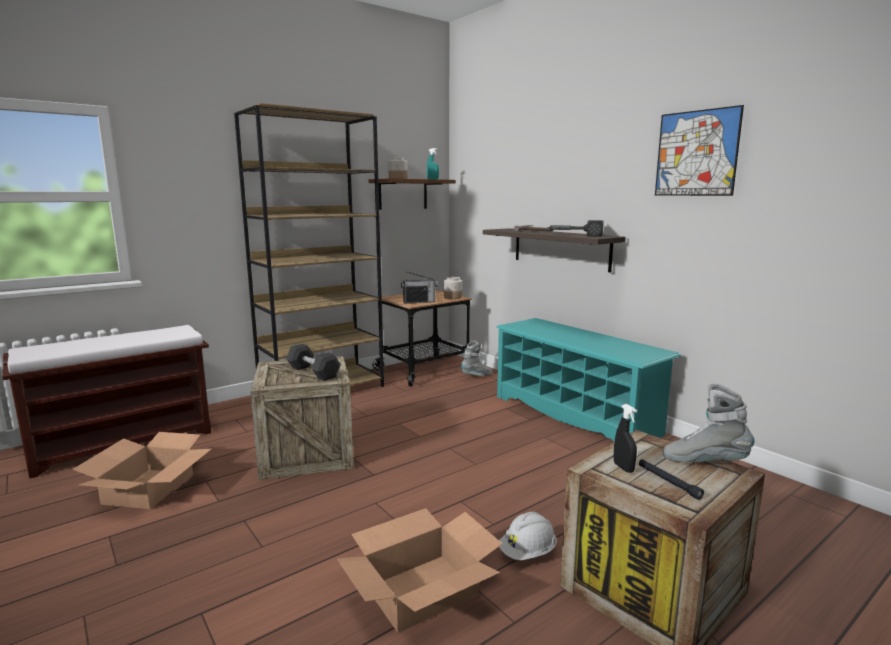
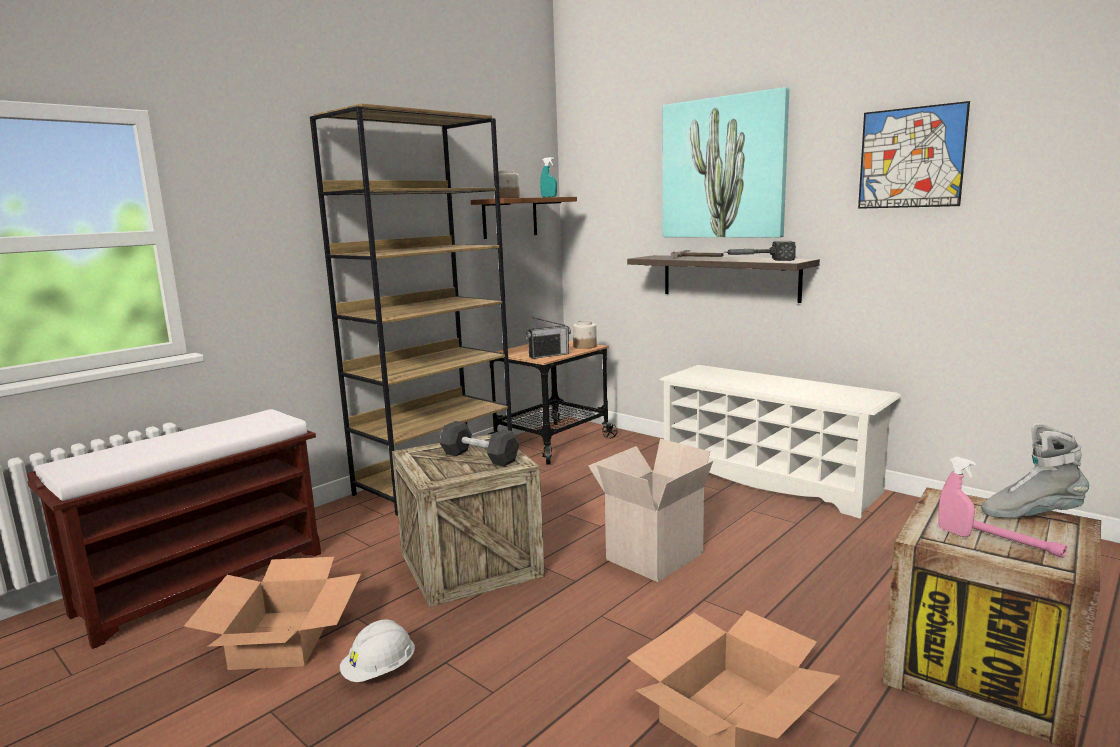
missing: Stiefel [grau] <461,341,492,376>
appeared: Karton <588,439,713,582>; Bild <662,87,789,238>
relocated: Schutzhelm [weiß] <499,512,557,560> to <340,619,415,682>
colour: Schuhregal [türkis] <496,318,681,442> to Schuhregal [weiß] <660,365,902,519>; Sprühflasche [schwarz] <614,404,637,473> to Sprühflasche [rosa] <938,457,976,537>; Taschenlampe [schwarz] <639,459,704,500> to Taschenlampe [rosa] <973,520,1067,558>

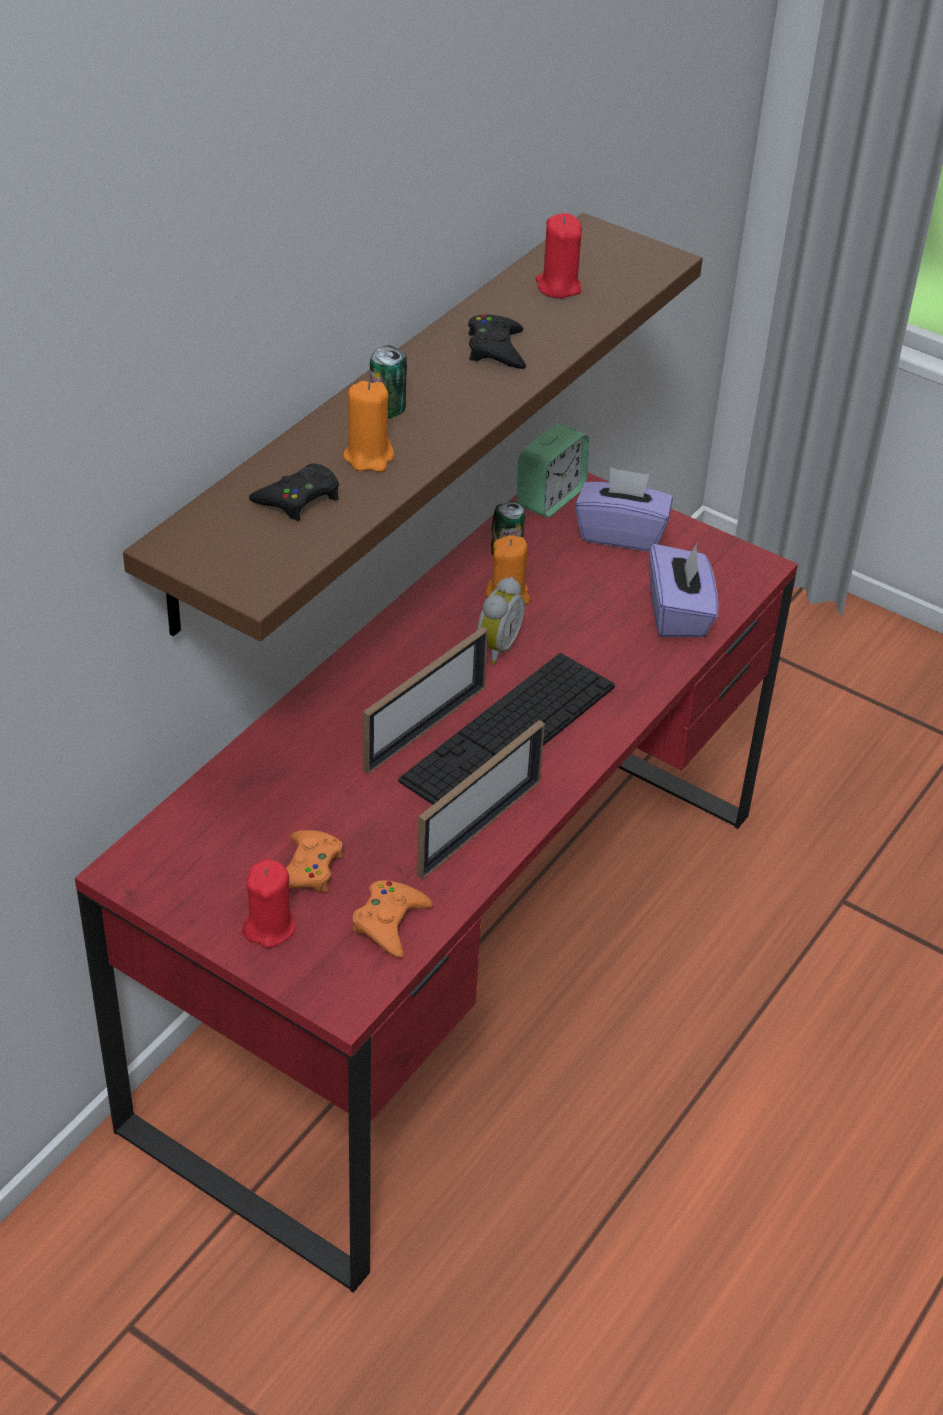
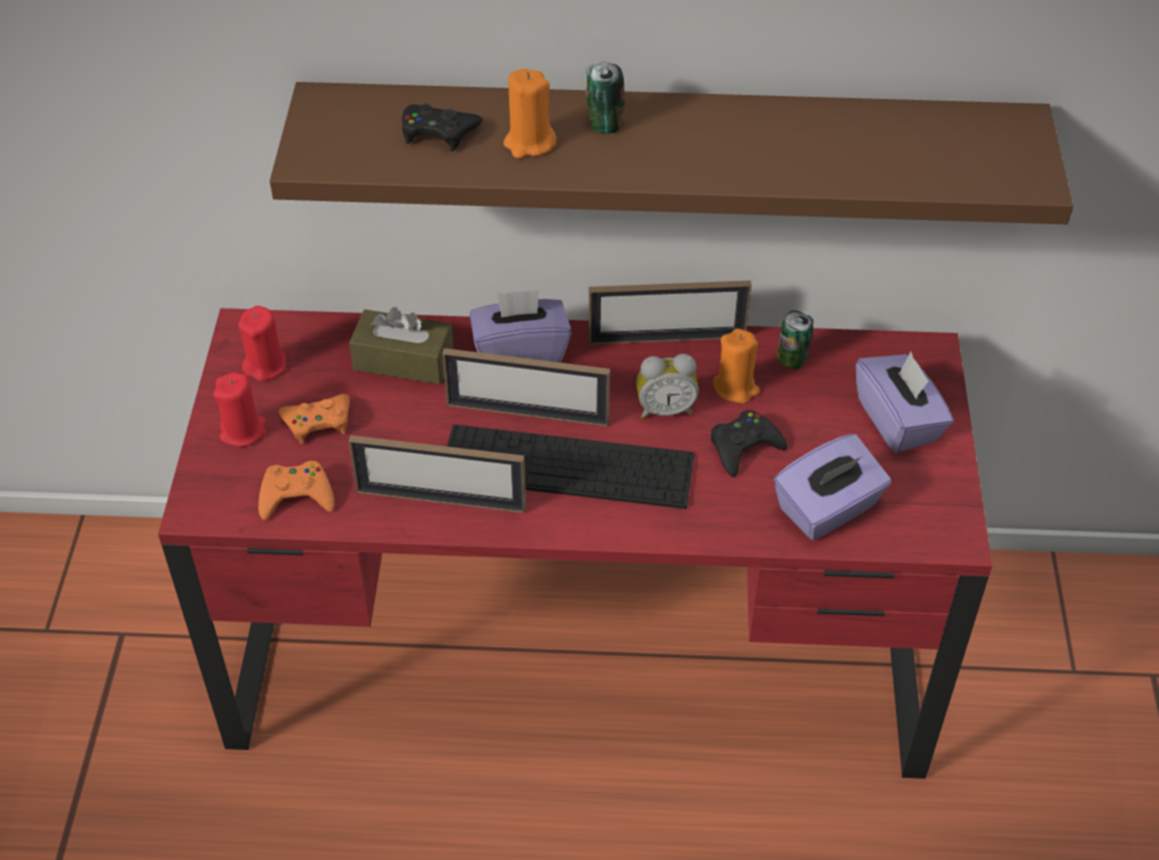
missing: Wecker <517,424,589,518>
appeared: Taschentuchbox [braun] <349,307,454,384>; Taschentuchbox [lila] <470,290,572,362>; Bilderrahmen <589,281,751,345>
relocated: Kerze [rot] <536,213,582,298> to <238,306,287,381>; Gamepad [schwarz] <468,314,526,369> to <711,410,788,477>

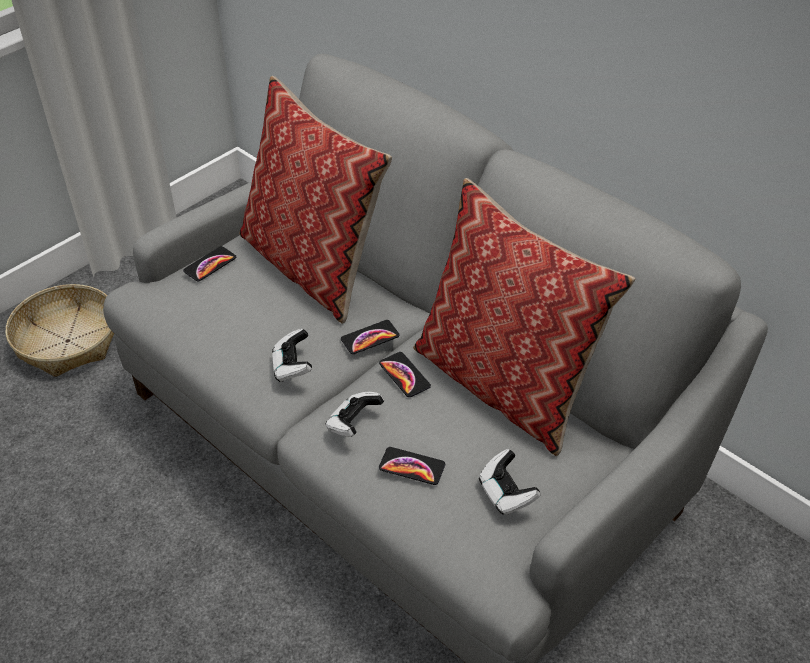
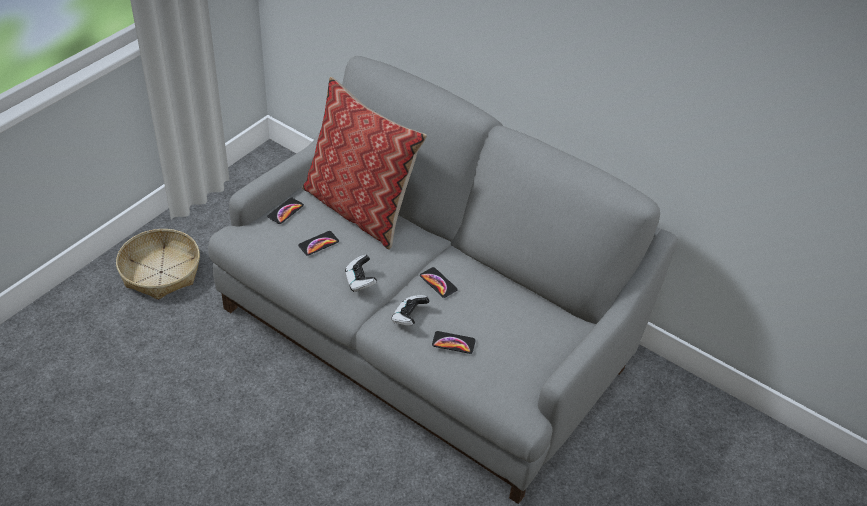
missing: Kissen <413,178,636,456>; Gamepad <479,449,540,515>
relocated: Handy <341,320,400,354> to <298,231,339,256>

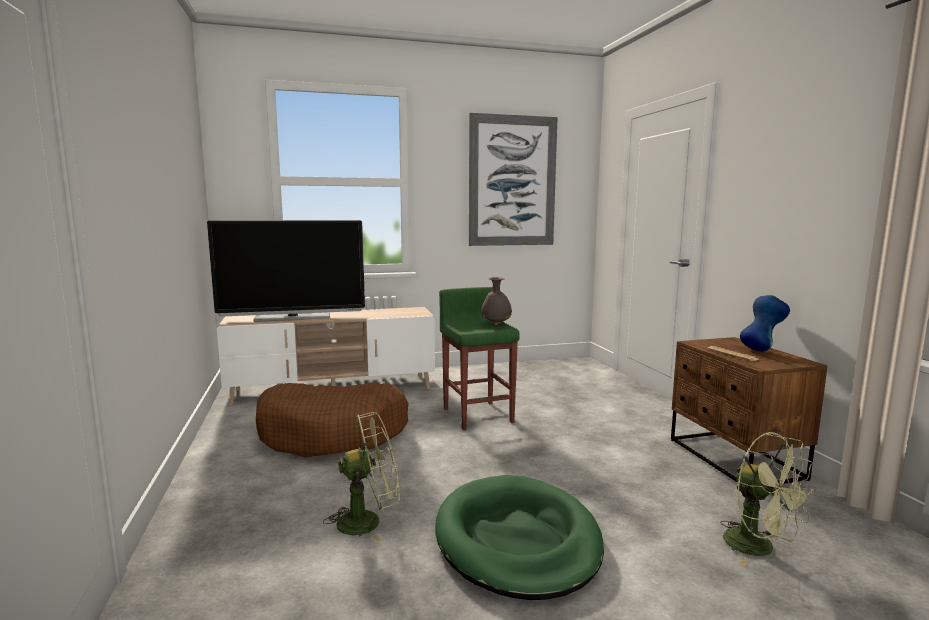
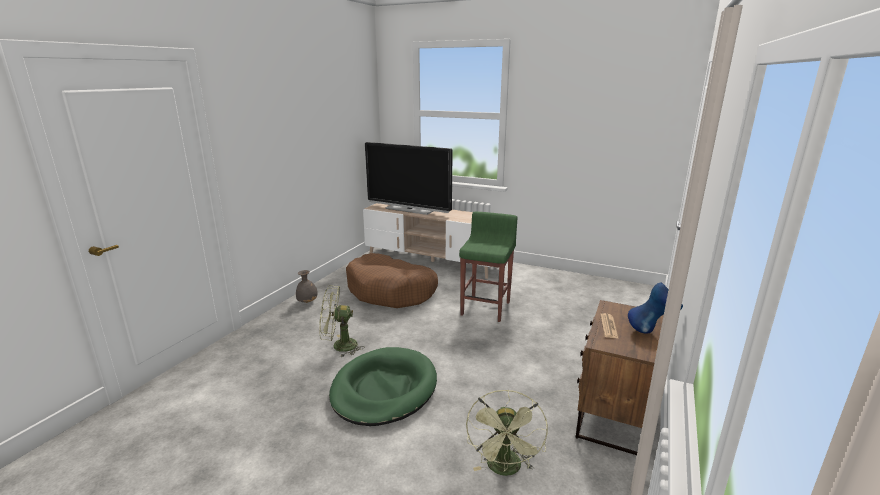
missing: Bild <469,113,558,246>
relocated: Vase [grau] <481,277,512,325> to <296,270,318,303>
spun: Ventilator [grün] <323,412,400,542> = <319,285,364,357> 150 degrees clockwise

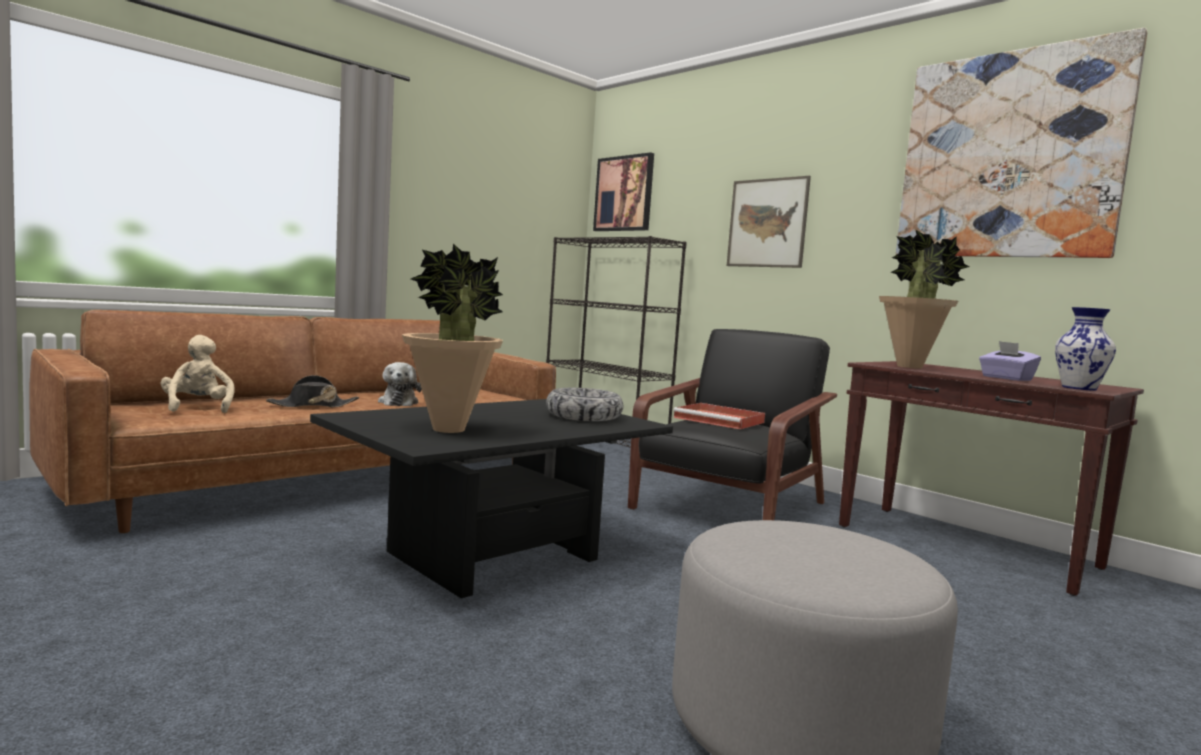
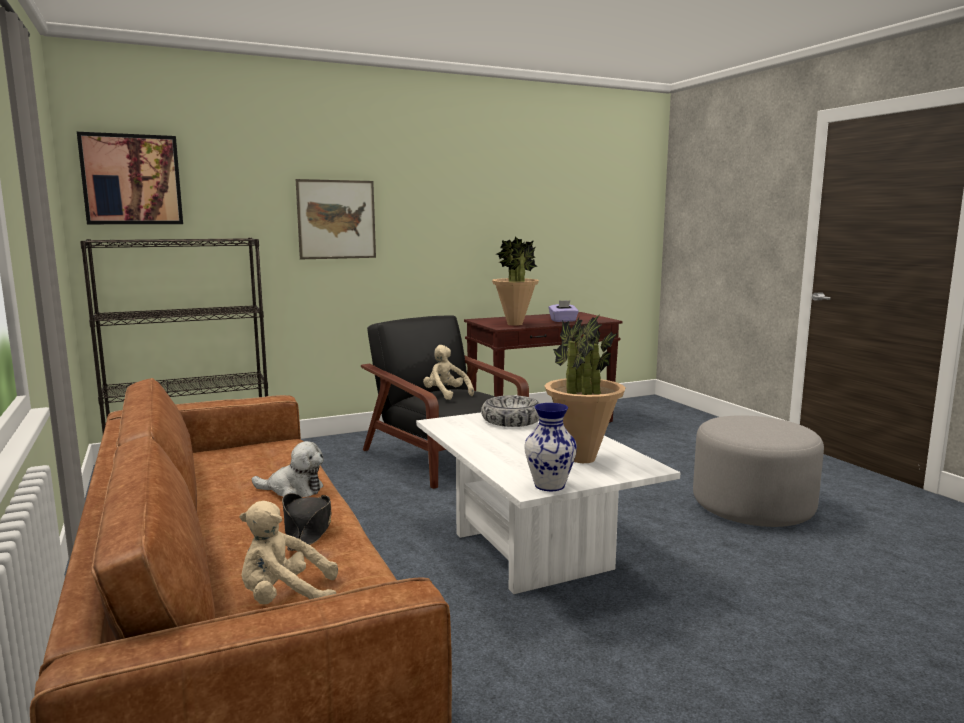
missing: Bild <896,28,1147,258>
relocated: Vase <1055,307,1116,391> to <524,403,577,491>
exchanged: Tablett [rot] <673,403,765,429> to Plüschtier [beige] <423,345,474,400>
colour: Couchtisch [schwarz] <310,399,673,598> to Couchtisch [weiß] <416,413,680,594>

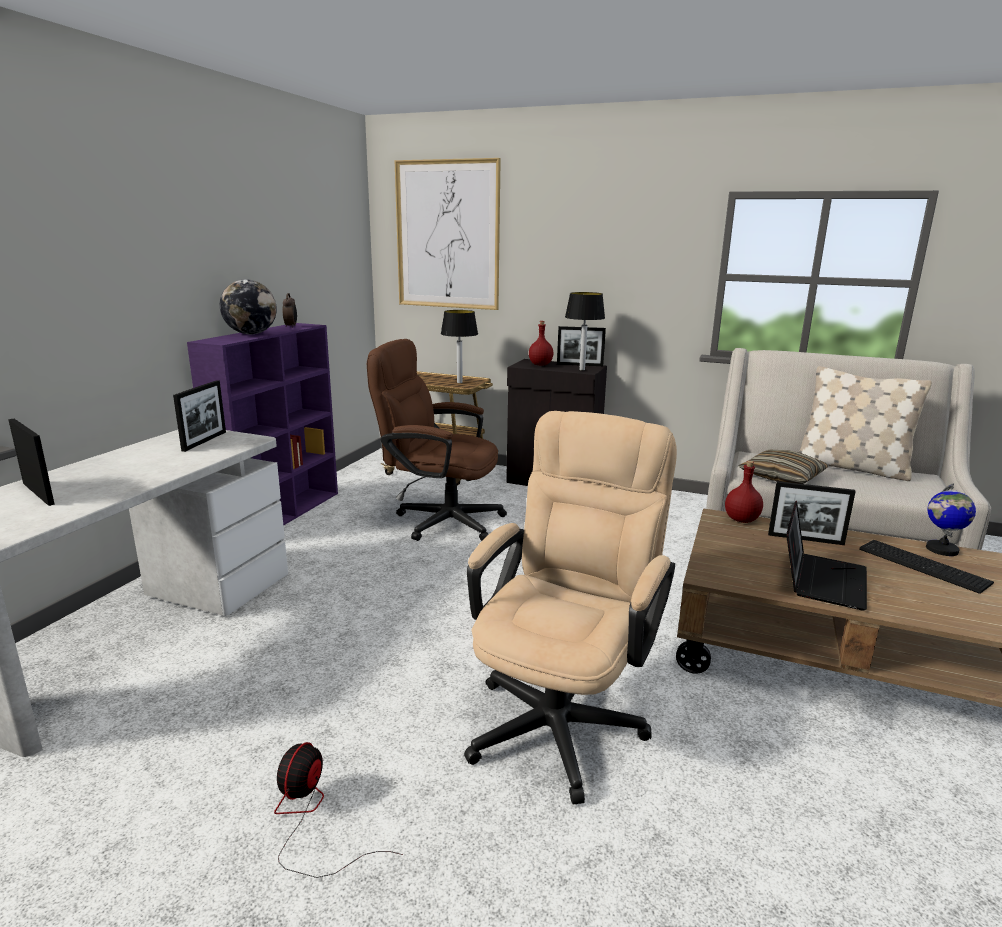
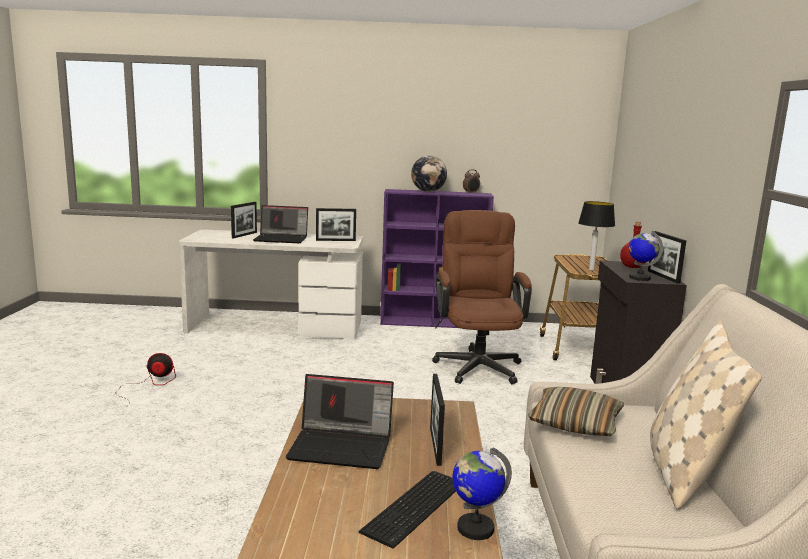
missing: Bild <395,158,501,310>; Bürostuhl [beige] <464,411,677,805>; Flasche [rot] <725,461,763,523>
appeared: Laptop <253,205,308,243>
exchanged: Tischlampe <565,292,605,371> to Globus <629,231,663,281>

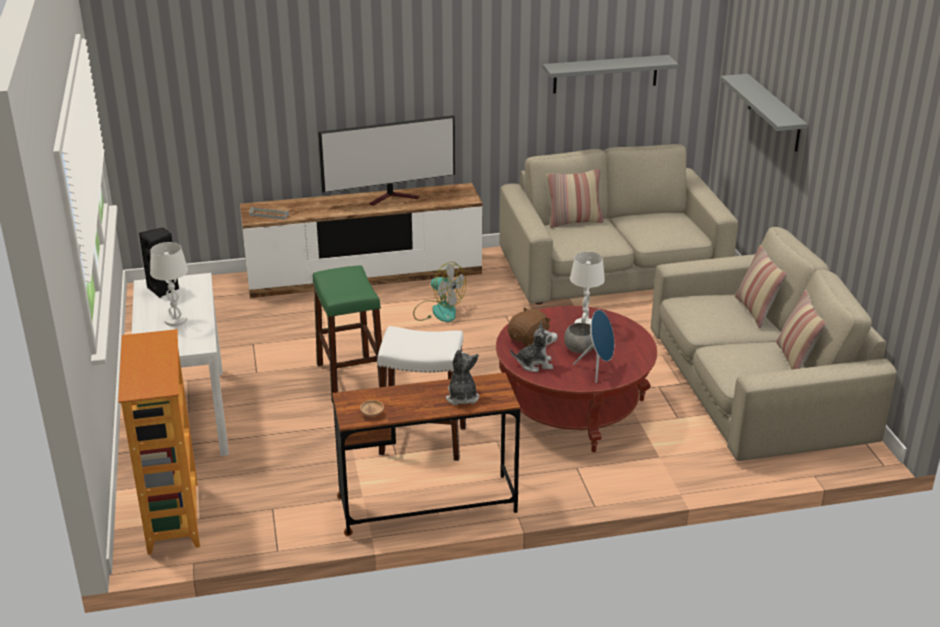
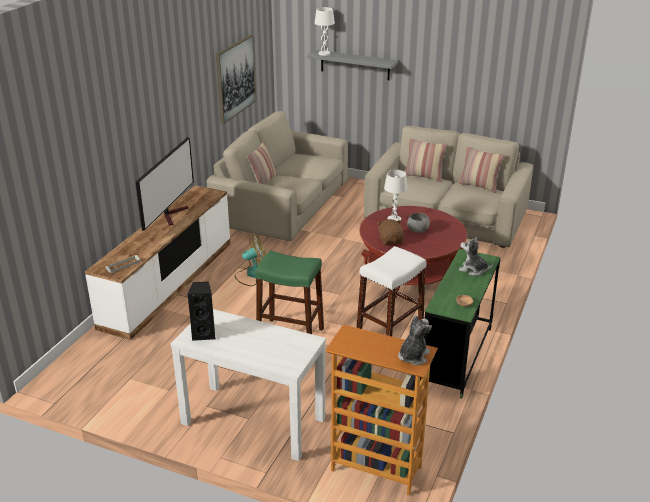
missing: Lautsprecher [blau] <573,310,614,383>
relocated: Tischlampe [weiß] <150,242,188,326> to <315,7,335,56>; Plüschtier <511,322,558,372> to <398,315,432,365>
exchanged: Wandregal [grau] <543,55,679,94> to Bild <216,35,256,124>
colour: Schreibtisch [braun] <332,373,520,536> to Schreibtisch [grün] <420,249,500,399>

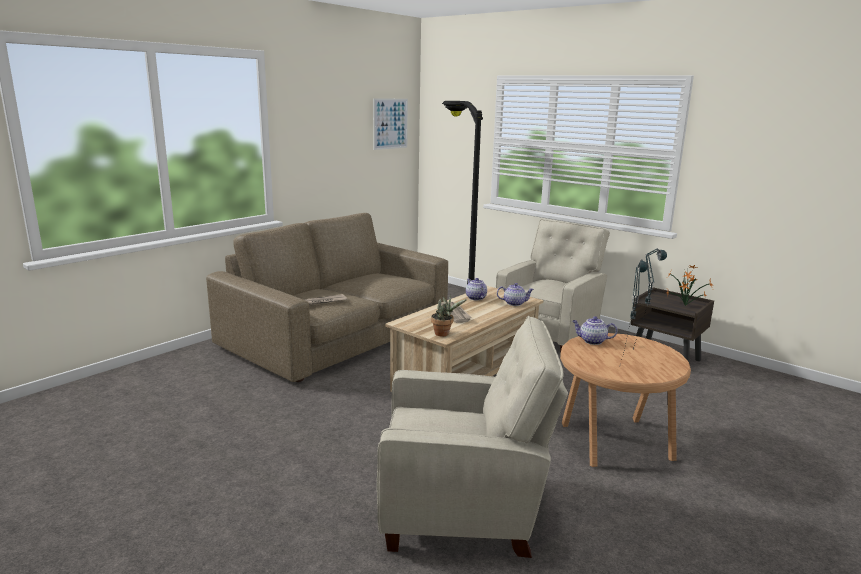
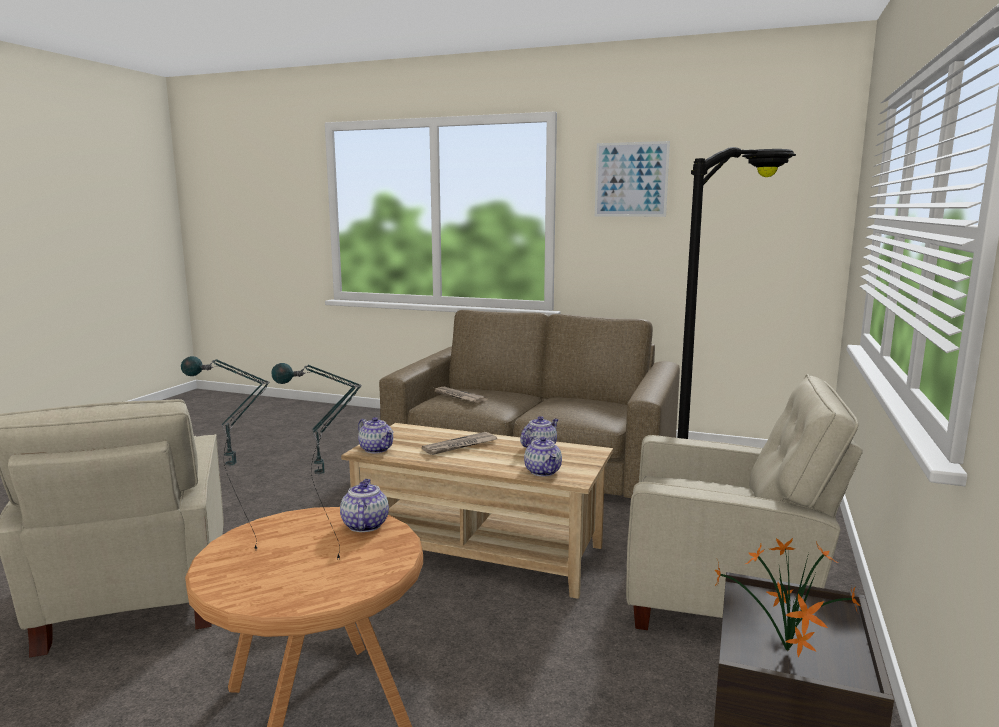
relocated: Bild <373,98,408,150> to <595,141,670,217>
exchanged: Topfpflanze <431,294,467,337> to Teekanne <358,417,394,453>

